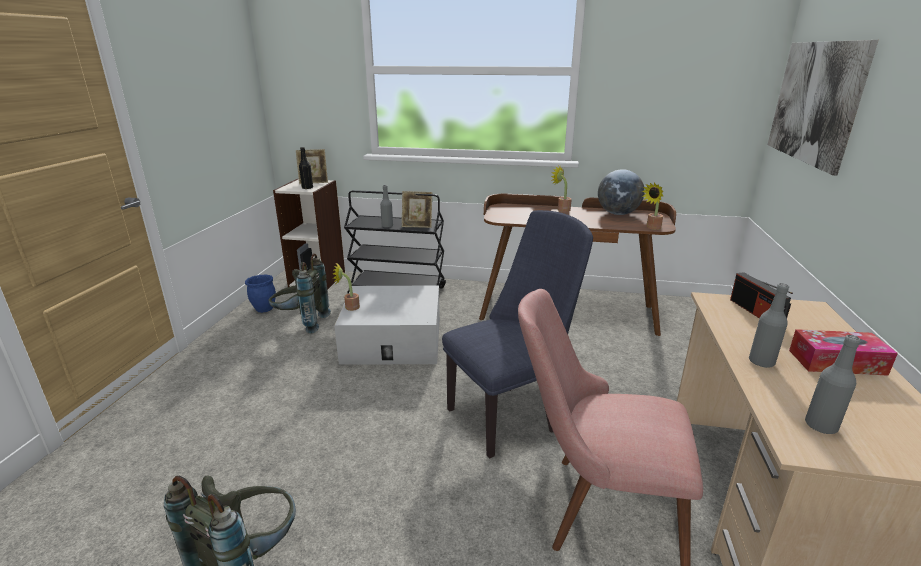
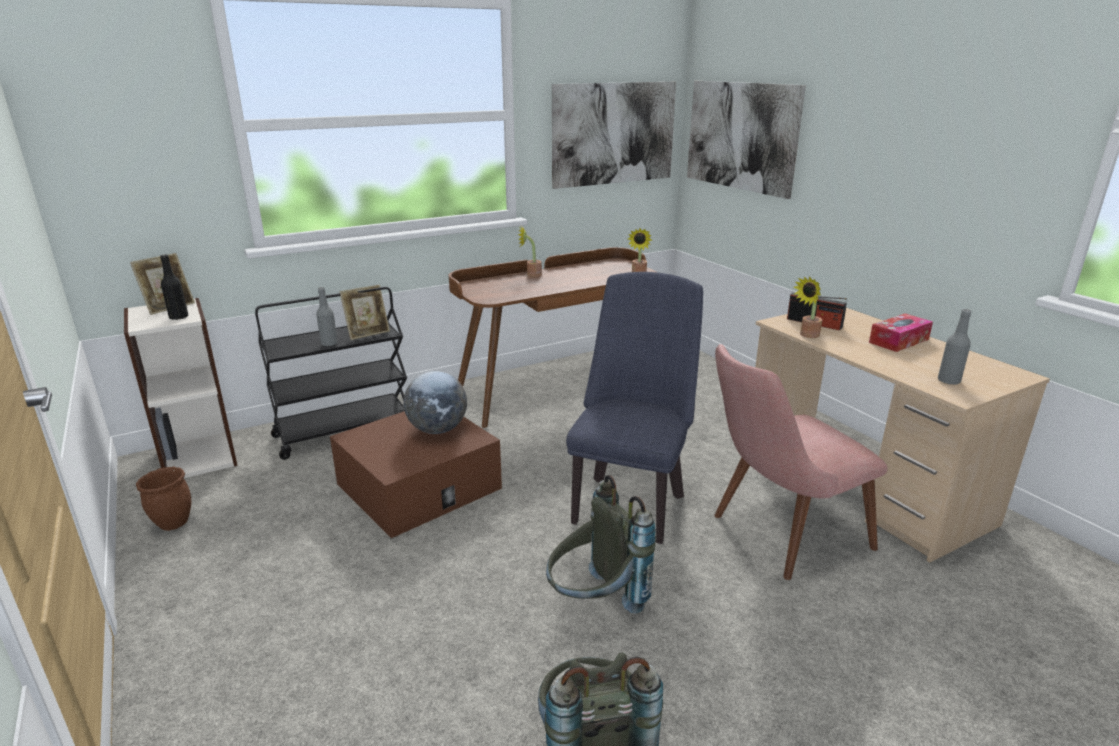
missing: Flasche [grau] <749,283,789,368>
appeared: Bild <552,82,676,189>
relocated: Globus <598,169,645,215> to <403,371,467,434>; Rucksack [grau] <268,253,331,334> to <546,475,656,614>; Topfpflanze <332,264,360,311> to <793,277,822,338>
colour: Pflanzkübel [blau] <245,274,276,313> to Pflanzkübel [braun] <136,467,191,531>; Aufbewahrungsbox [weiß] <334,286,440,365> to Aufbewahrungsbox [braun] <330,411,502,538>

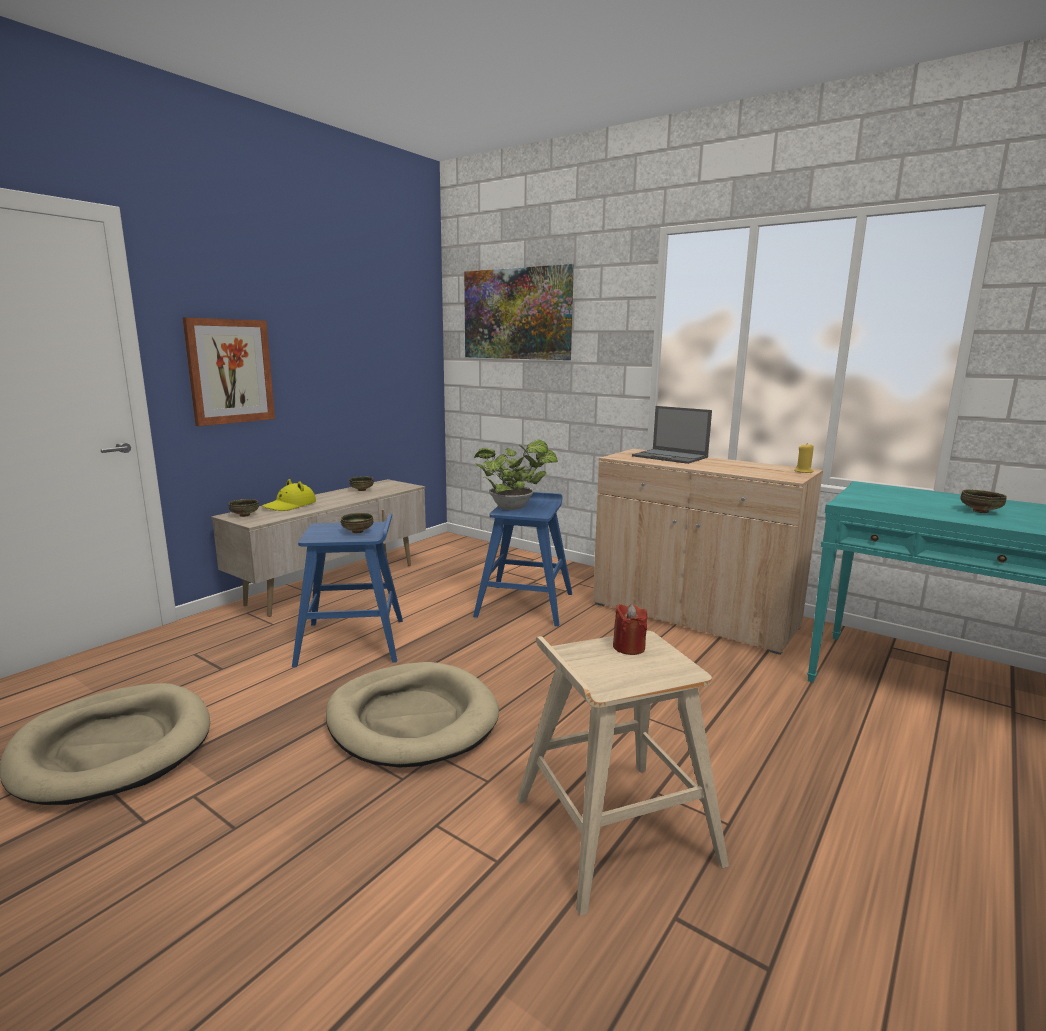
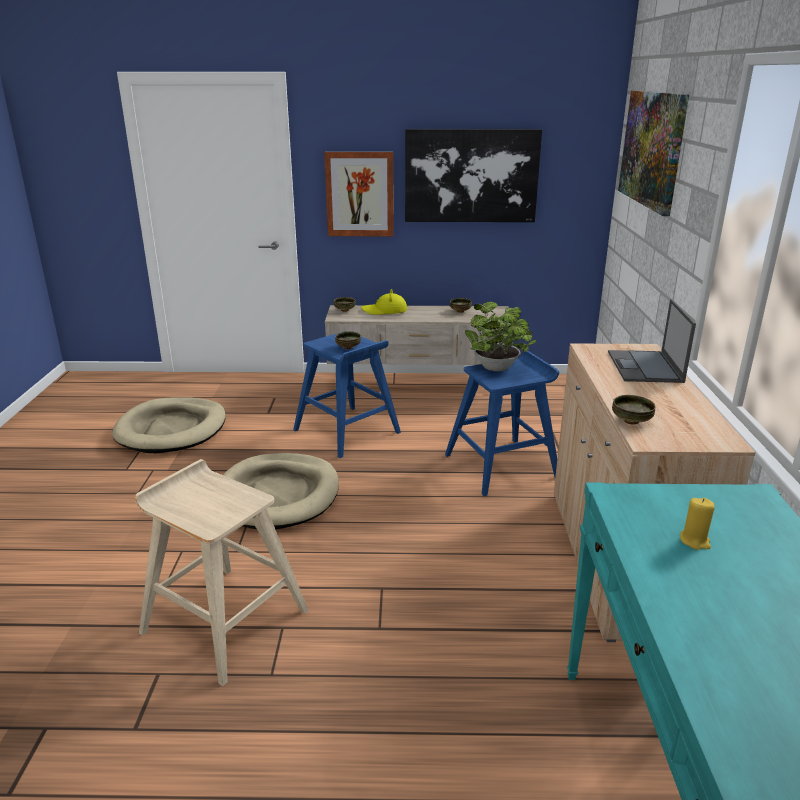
missing: Kerze [rot] <613,604,647,655>
appeared: Bild <405,129,542,222>
relocated: Schüssel <960,490,1007,513> to <612,395,656,424>; Kerze [gelb] <794,445,814,473> to <680,498,715,550>

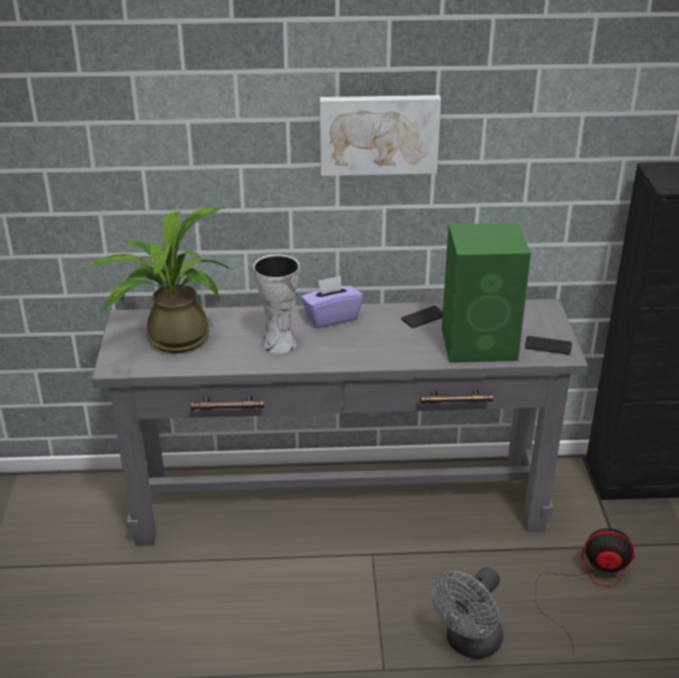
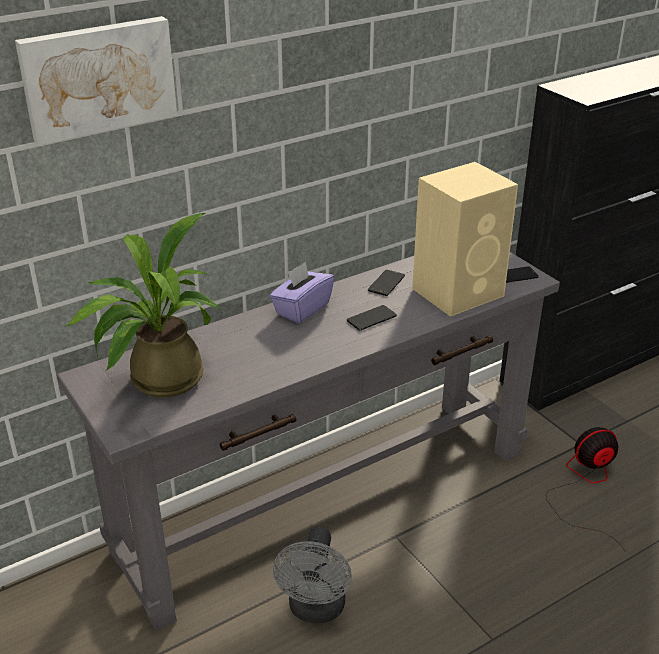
missing: Vase <253,255,299,354>
appeared: Handy <347,305,397,331>
relocated: Bild <320,95,441,176> to <15,16,177,145>; Ventilator [grau] <431,567,503,659> to <273,527,352,623>
colour: Lautsprecher [grün] <442,223,531,363> to Lautsprecher [beige] <412,162,518,317>

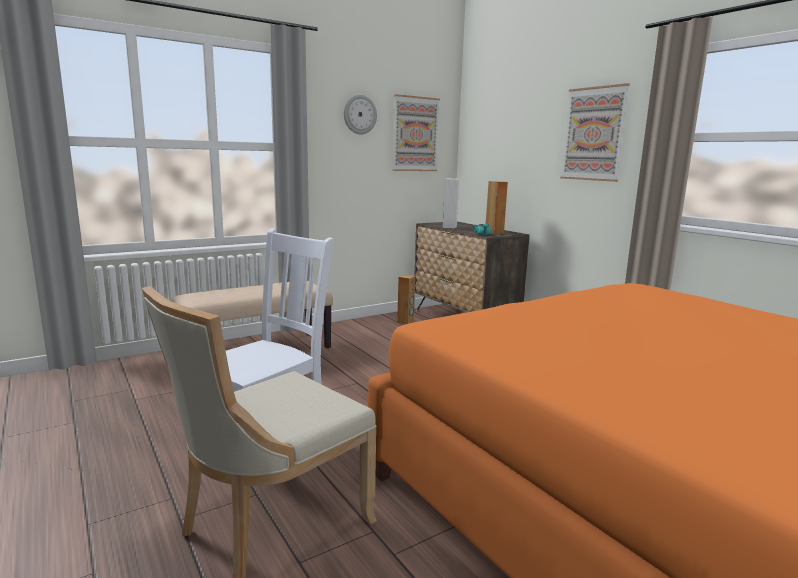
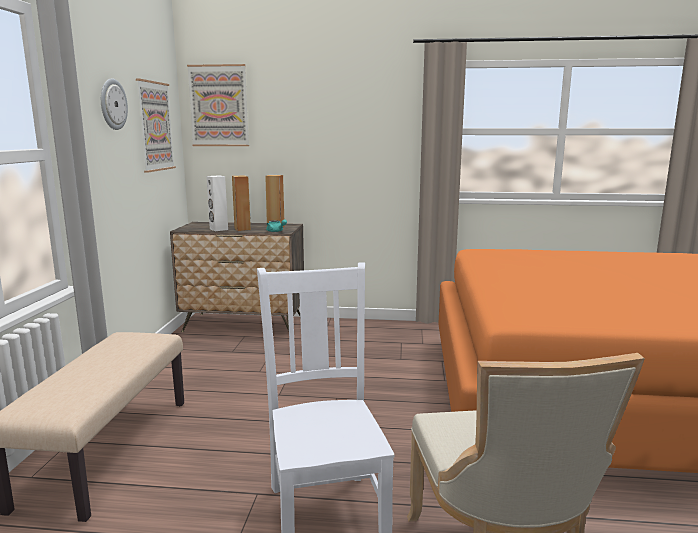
relocated: Bild <560,83,630,182> to <187,64,249,146>; Lautsprecher [braun] <397,275,415,324> to <232,175,251,231>

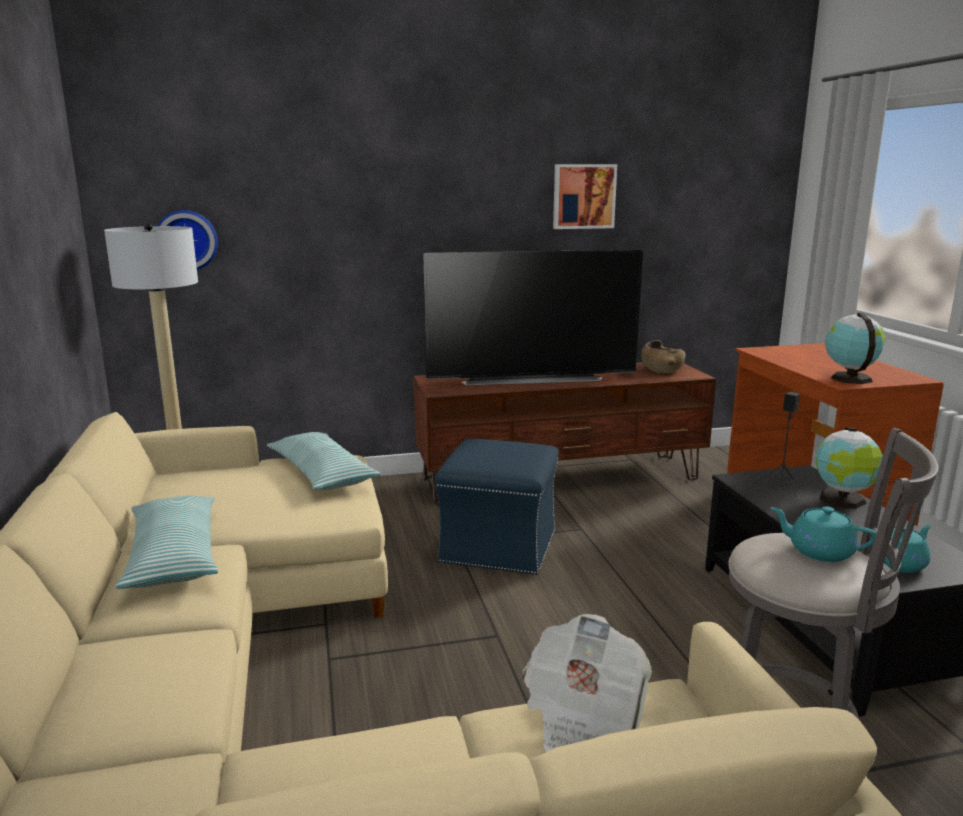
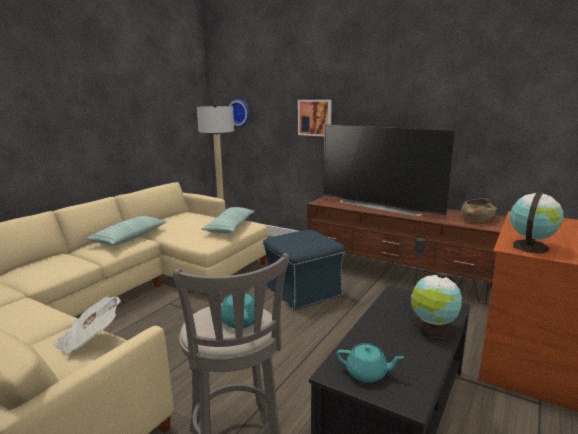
relocated: Bild <553,164,617,229> to <298,100,332,136>

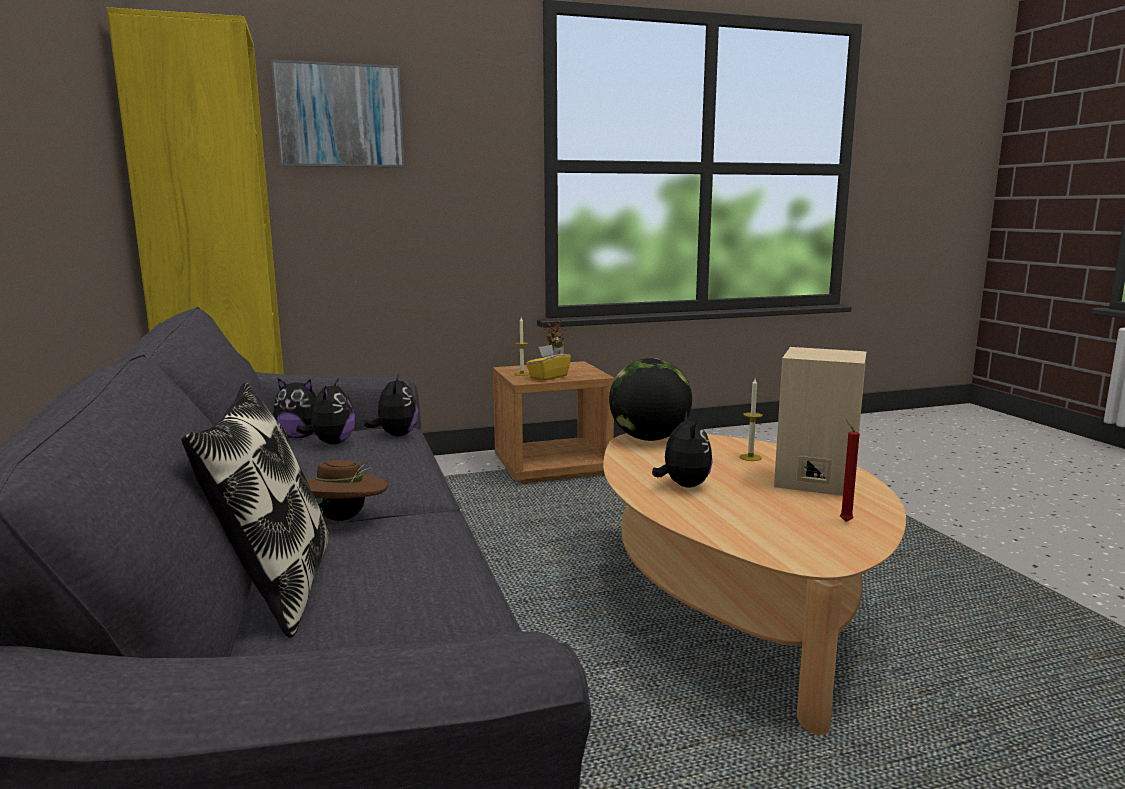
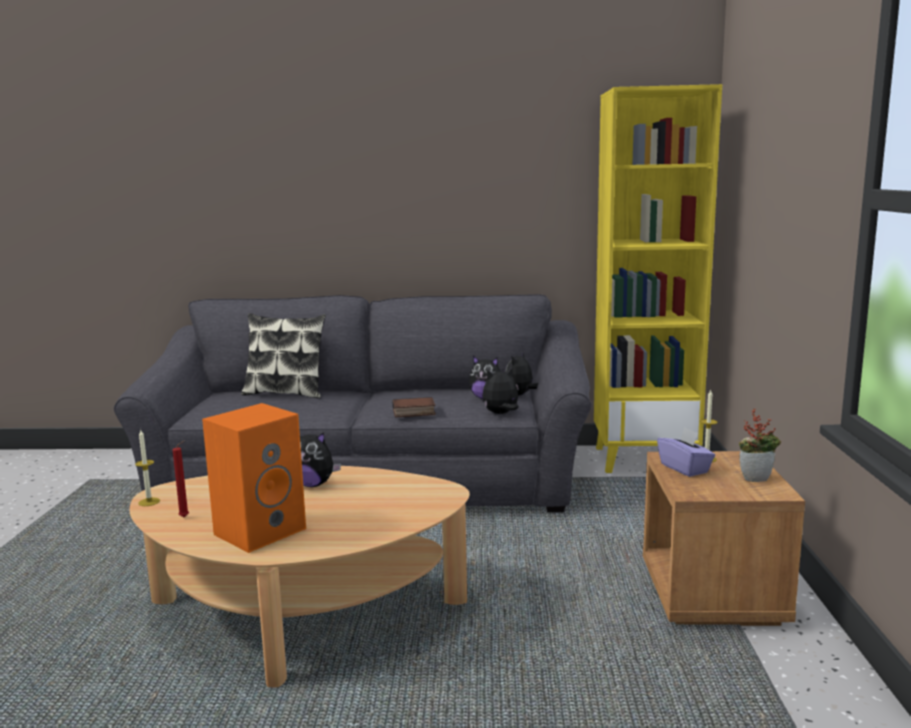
missing: Bild <271,59,404,167>; Hut [braun] <307,460,388,521>; Globus <609,358,692,441>
appeared: Buch <393,397,436,417>
relocated: Kerze <740,379,763,461> to <135,430,160,506>
colour: Lautsprecher [beige] <774,347,867,496> to Lautsprecher [orange] <202,403,306,553>; Taschentuchbox [gelb] <526,345,571,381> to Taschentuchbox [lila] <657,427,715,477>
spun: Plüschtier <364,373,418,436> = <482,368,519,414> 150 degrees clockwise

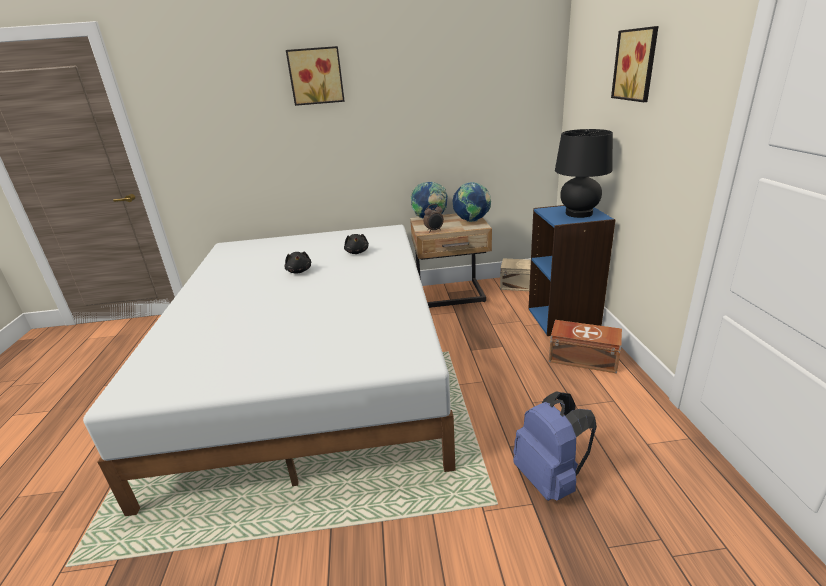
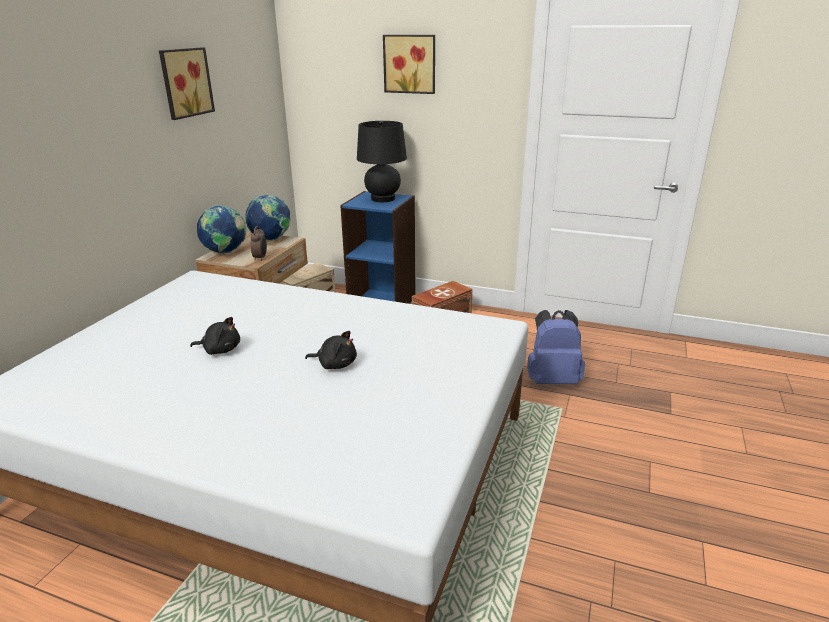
relocated: Bild <286,46,345,106> to <159,47,215,120>; Plüschtier [schwarz] <344,234,369,254> to <305,331,357,369>

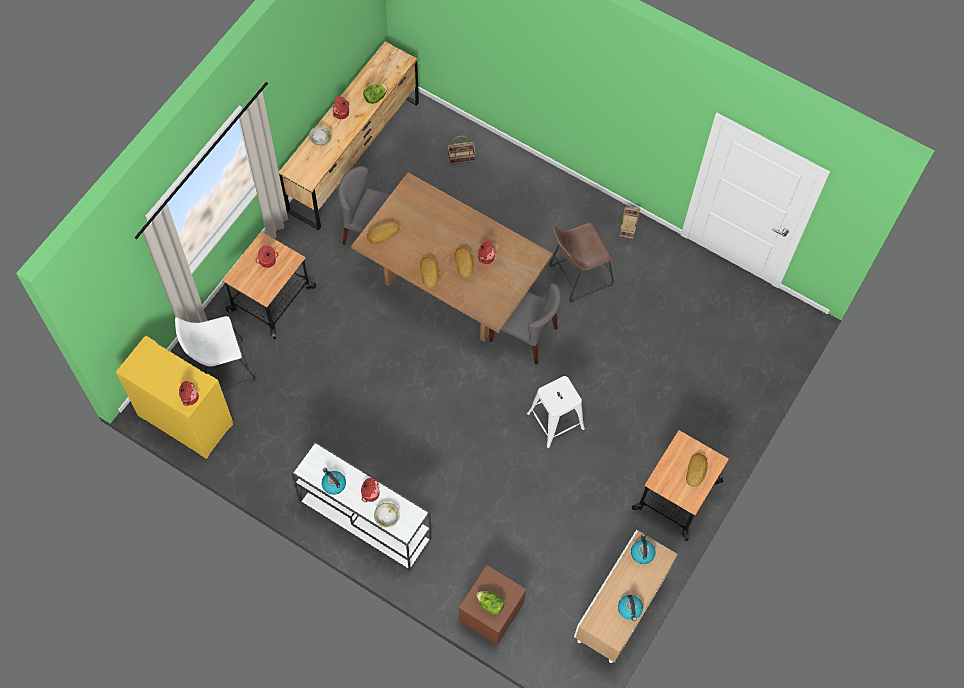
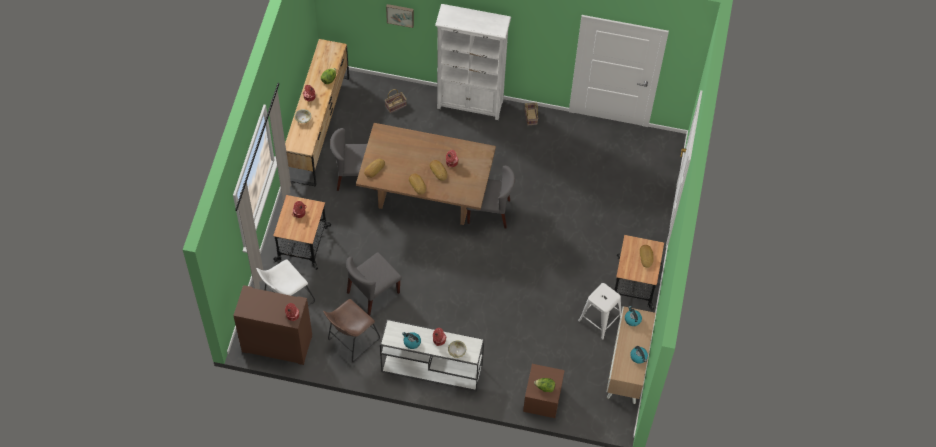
appeared: Stuhl [grau] <346,252,402,316>; Bild <386,4,414,28>; Bücherregal [weiß] <435,4,511,120>
relocated: Hocker [braun] <549,223,614,302> to <323,299,380,362>; Hocker [weiß] <527,376,585,448> to <578,283,621,340>
colour: Schrank [gelb] <116,336,233,459> to Schrank [braun] <233,285,312,365>

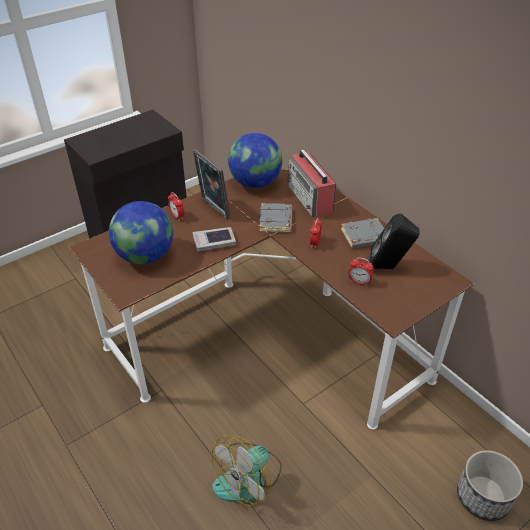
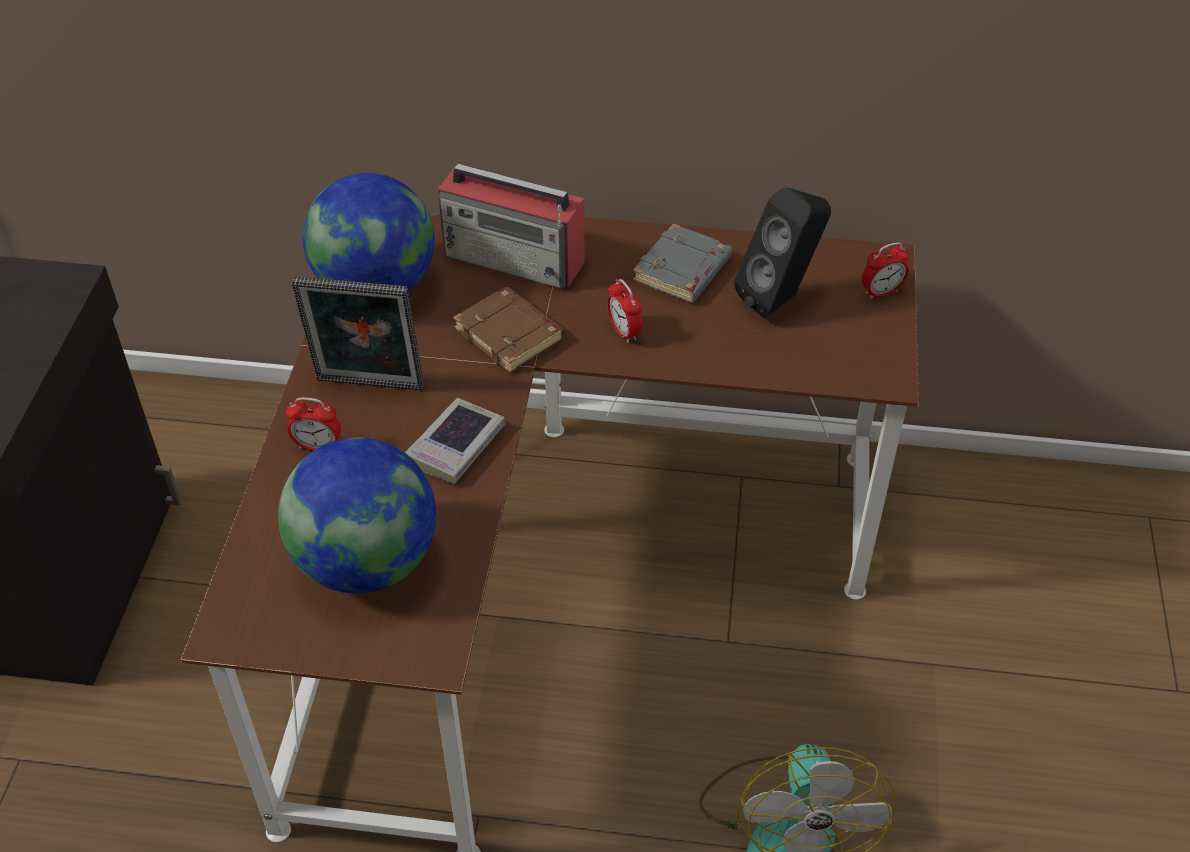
missing: Pflanzkübel <457,450,523,521>
relocated: Wecker <348,257,373,286> to <862,242,910,300>
colour: Buch [grau] <259,203,292,232> to Buch [braun] <453,287,564,373>

